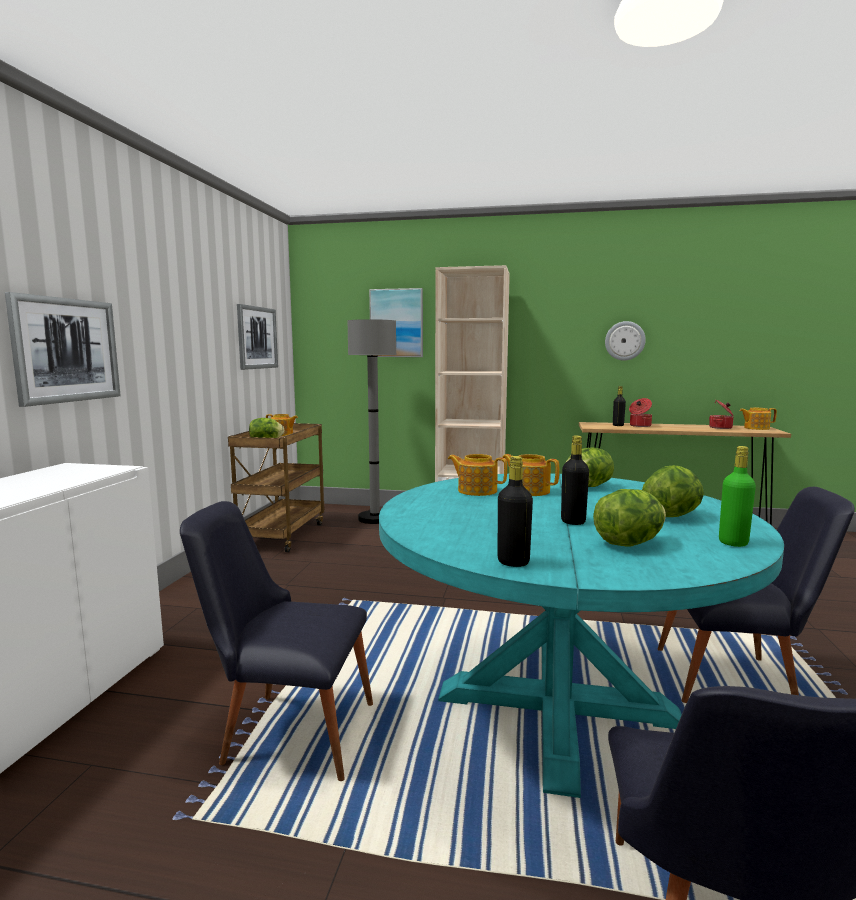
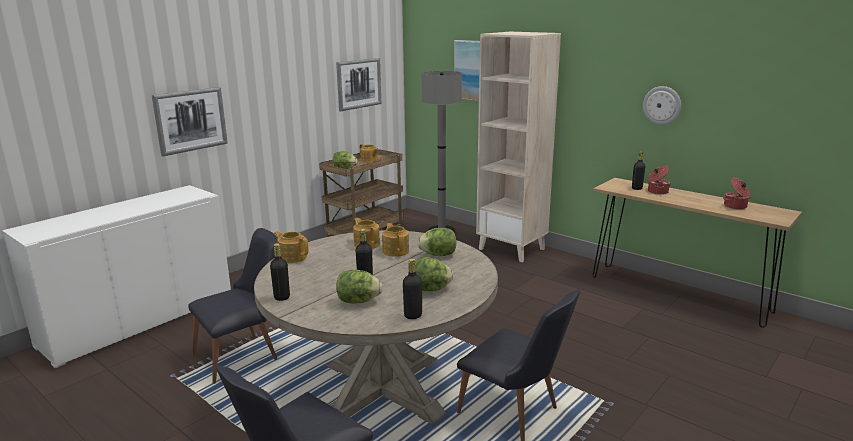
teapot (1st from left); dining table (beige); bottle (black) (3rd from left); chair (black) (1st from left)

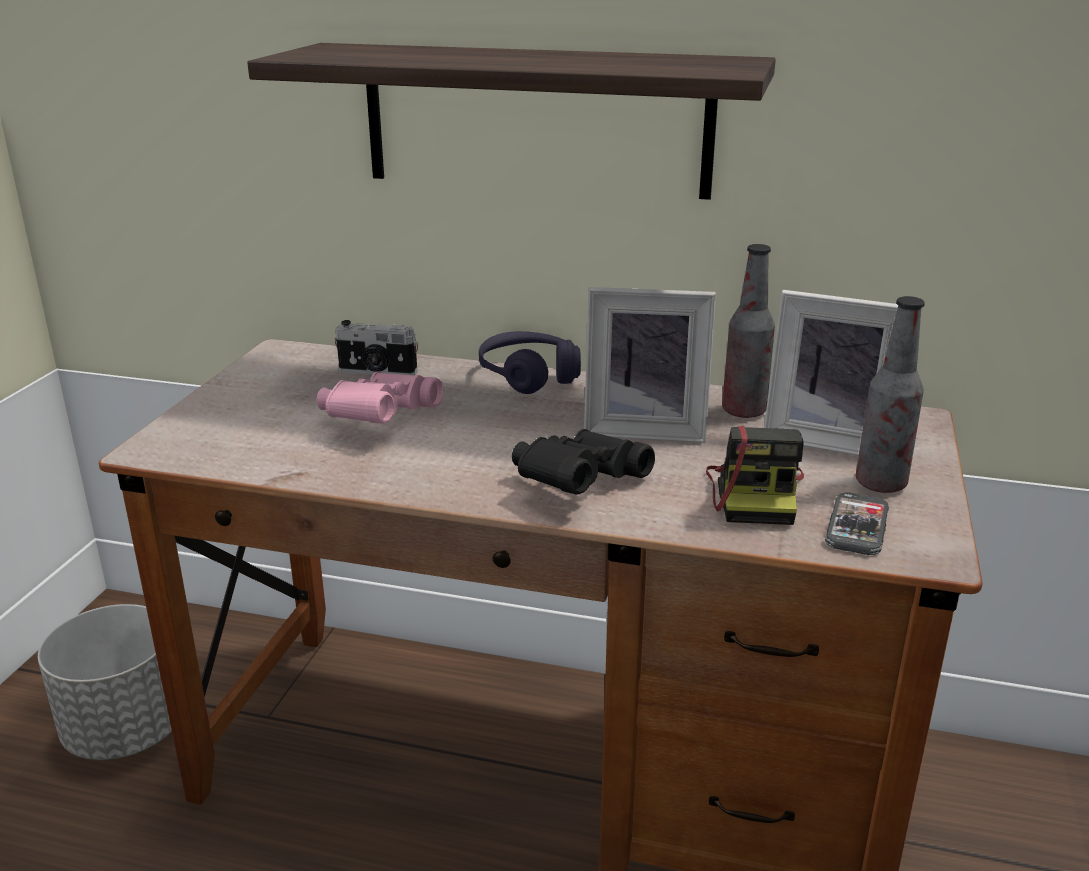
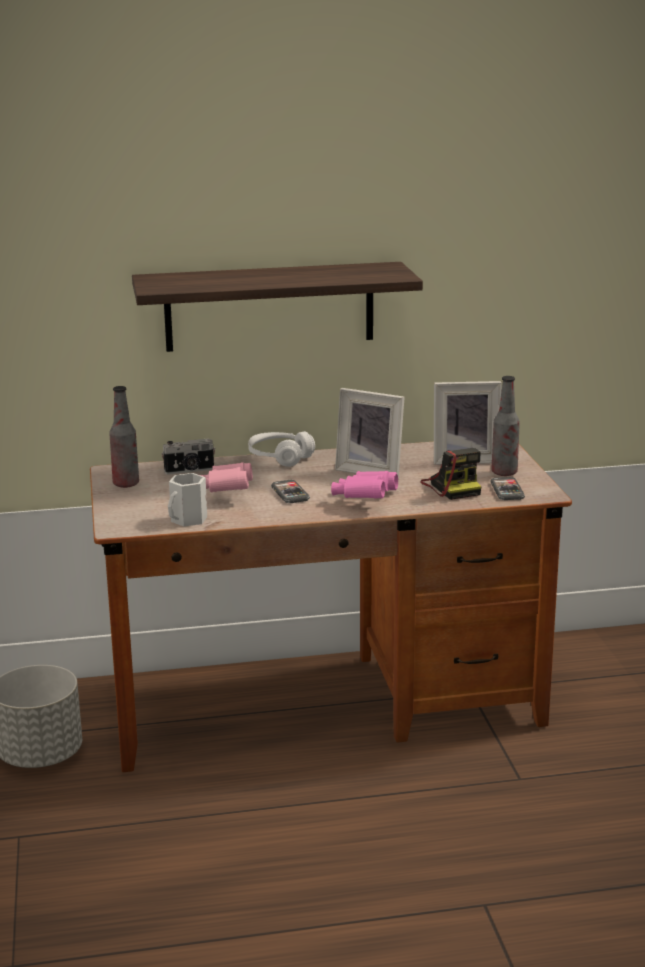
mug (white); phone (1st from left); bottle (1st from left); headphones (white); binoculars (pink) (2nd from left); picture frame (1st from left)

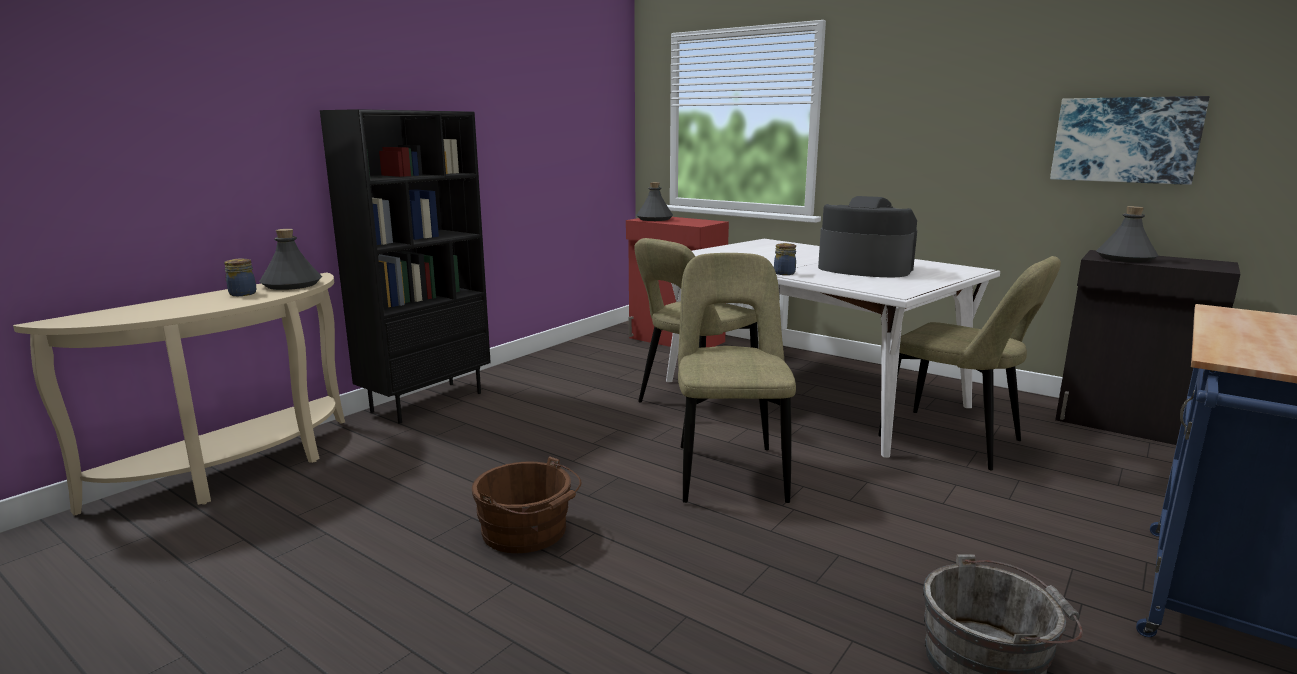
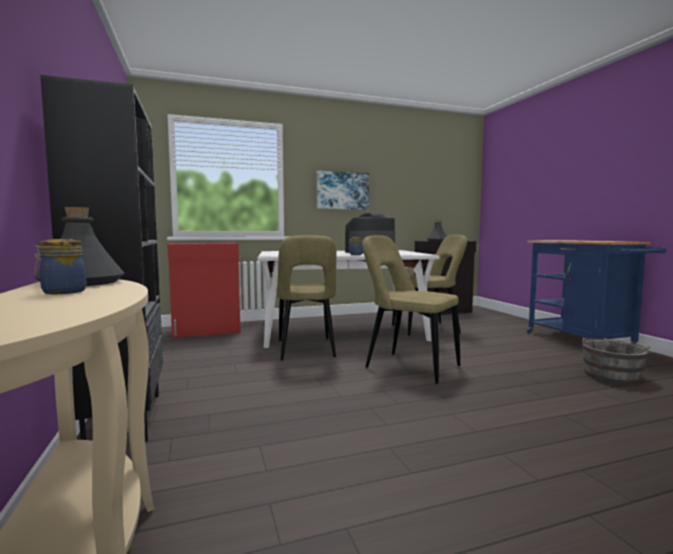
bucket (brown); bottle (grey) (2nd from left in the first image); picture

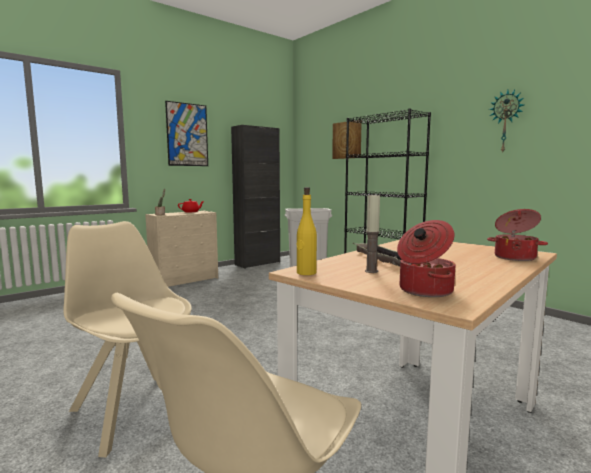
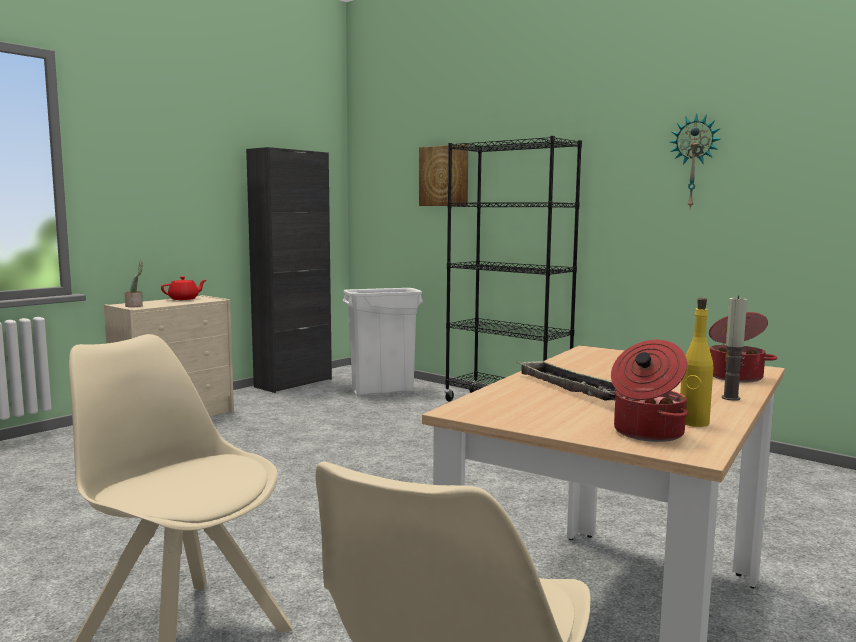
picture (1st from left in the first image); bottle (yellow); candle

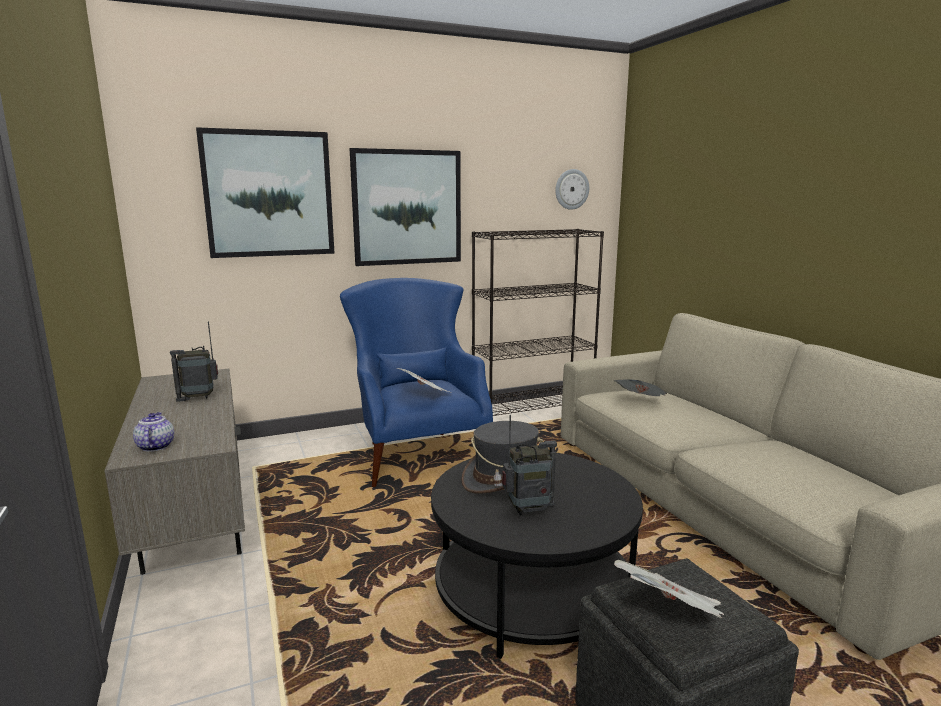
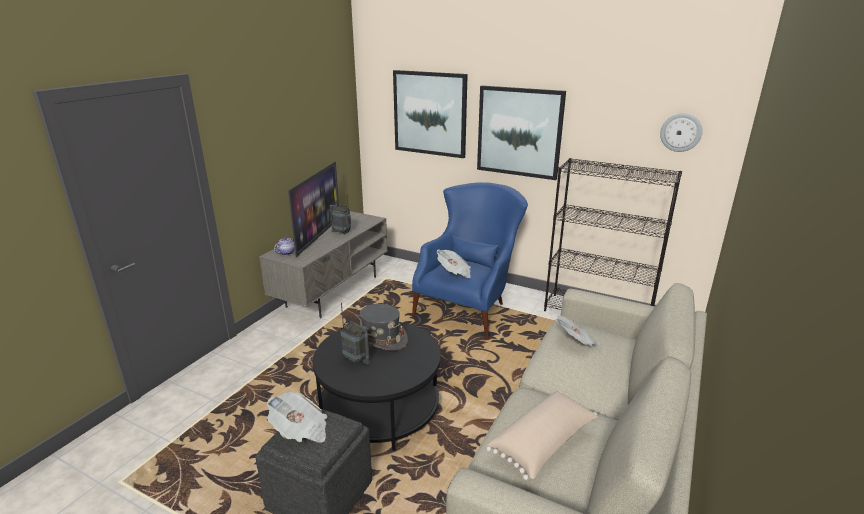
television; pillow (beige)

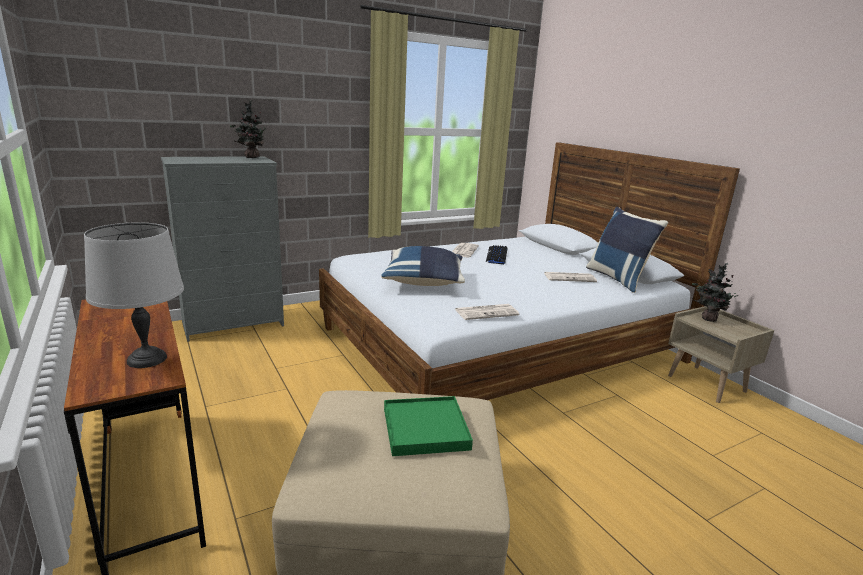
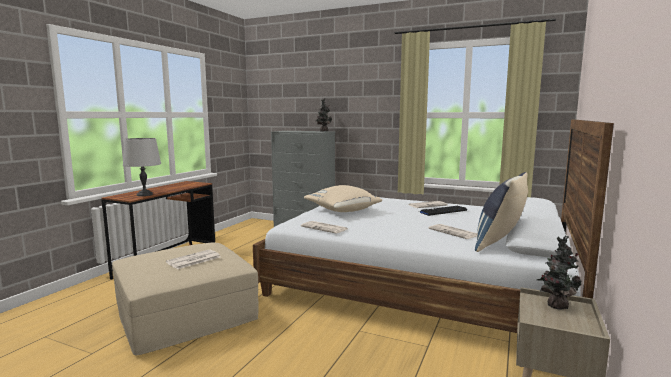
newspaper (1st from left); pillow (beige)

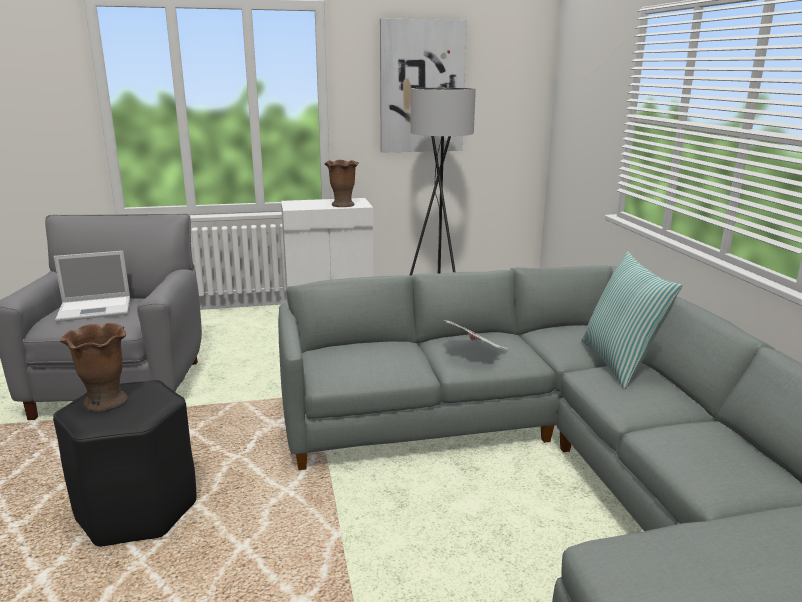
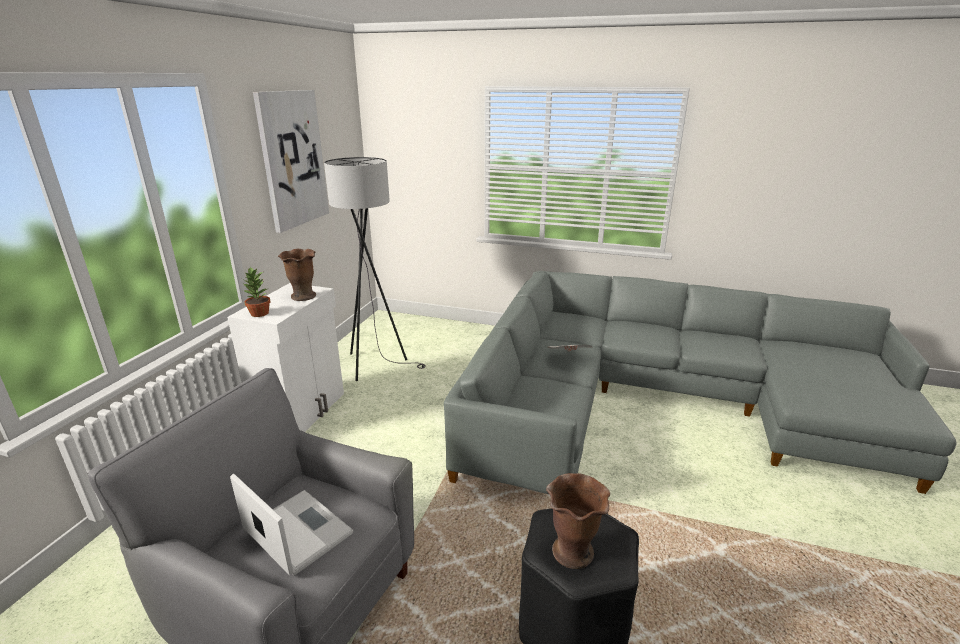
pillow; potted plant; laptop

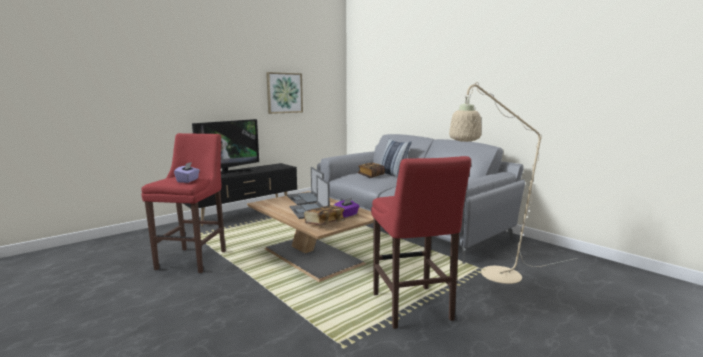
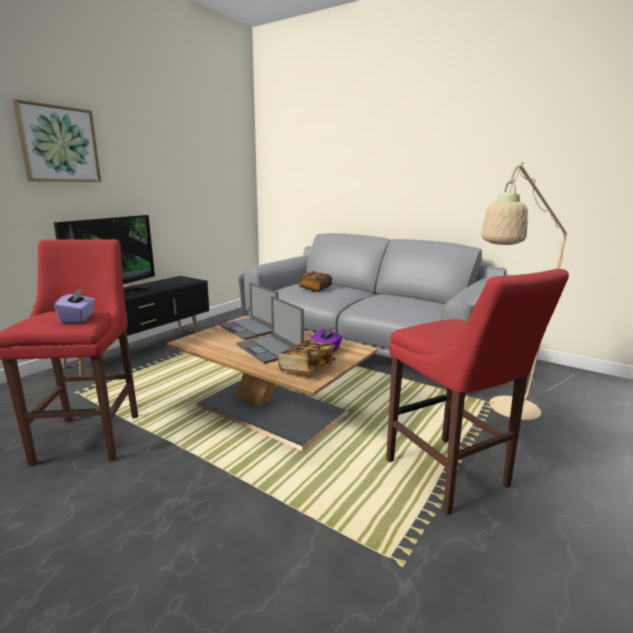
pillow; picture

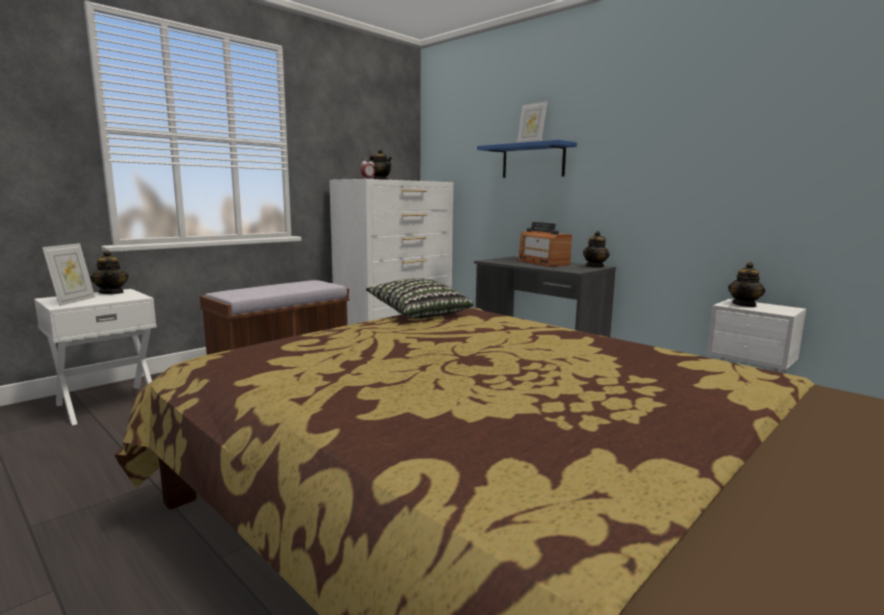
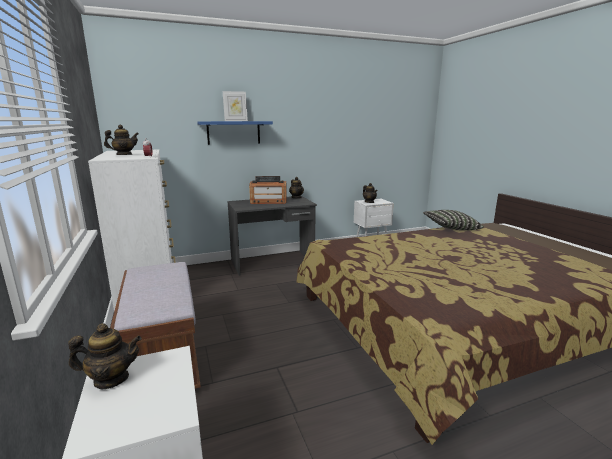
picture frame (1st from left in the first image); pillow

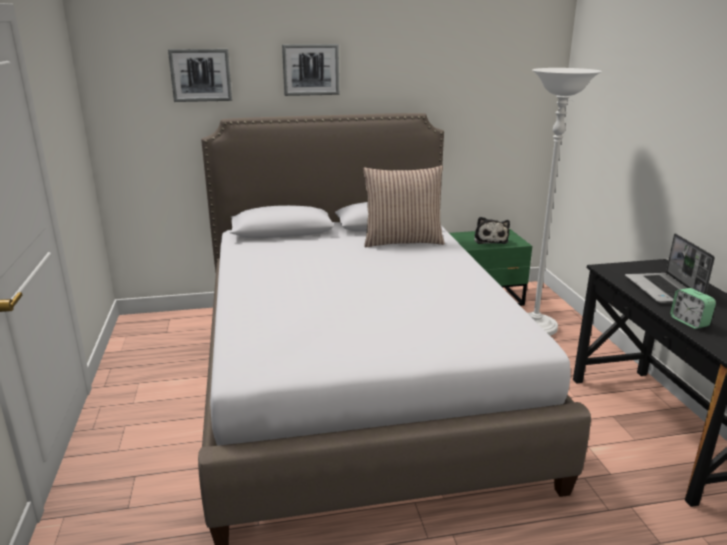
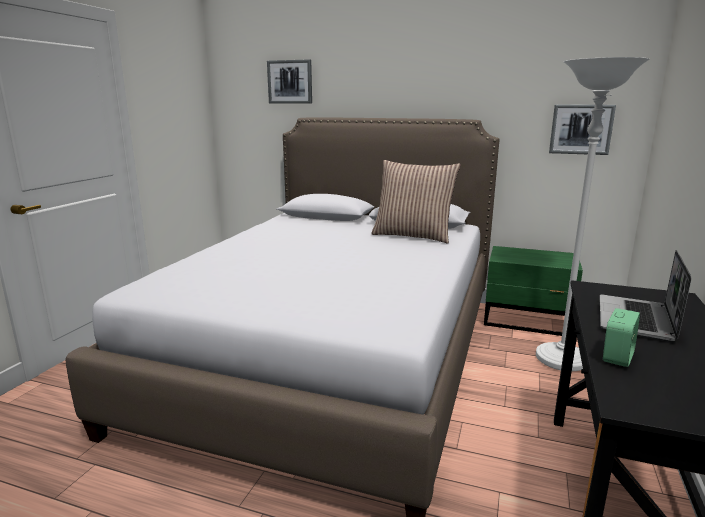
plush toy; picture (2nd from left); alarm clock

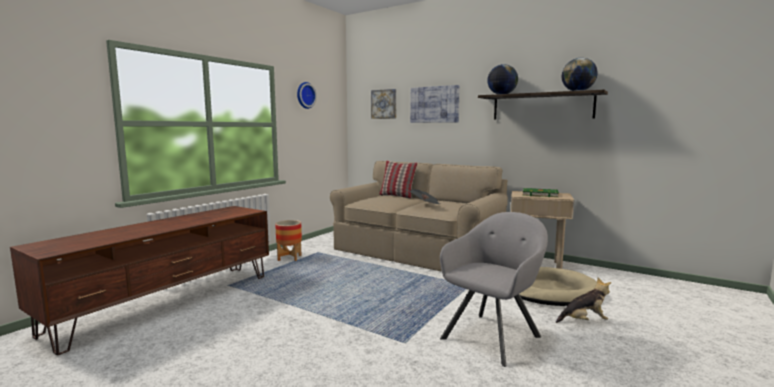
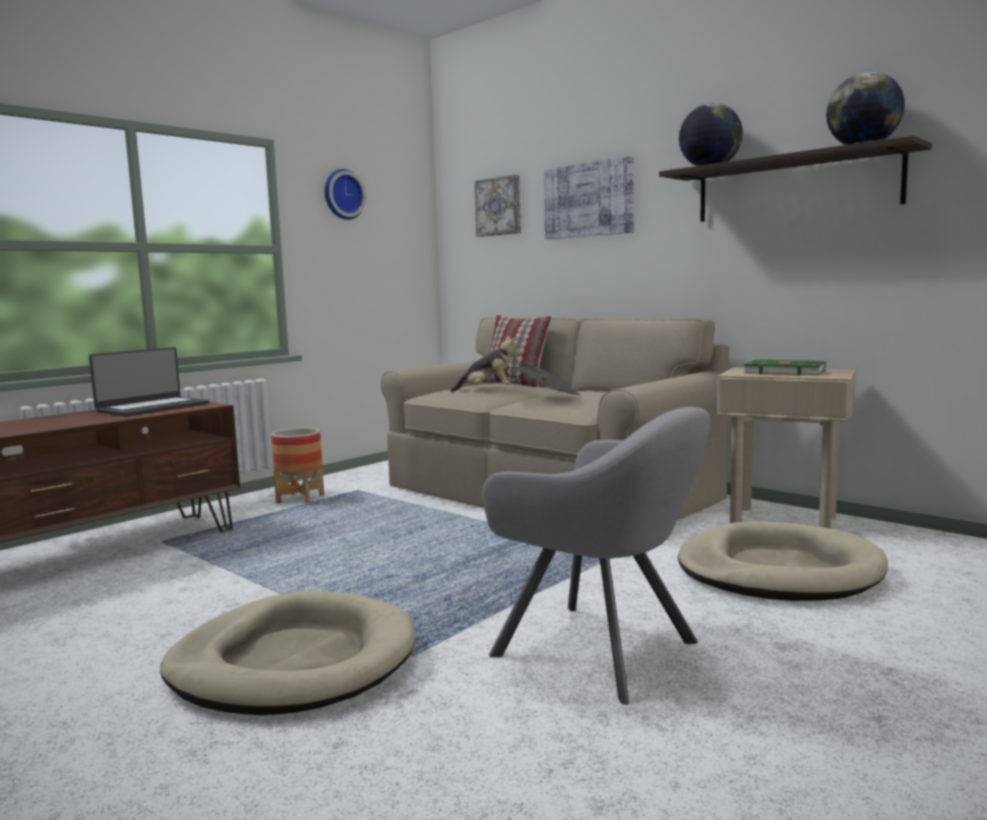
laptop; dog bed (beige) (1st from left); plush toy; armchair (grey)

